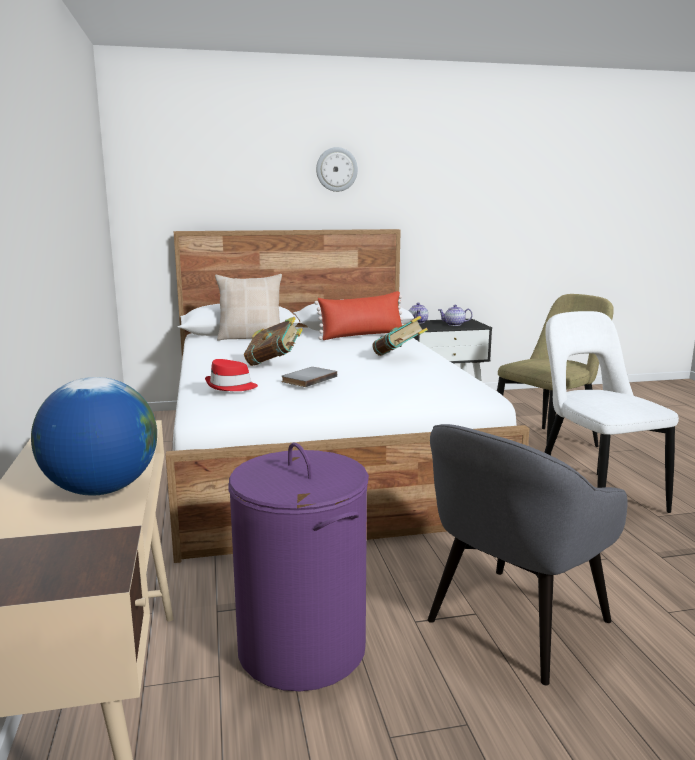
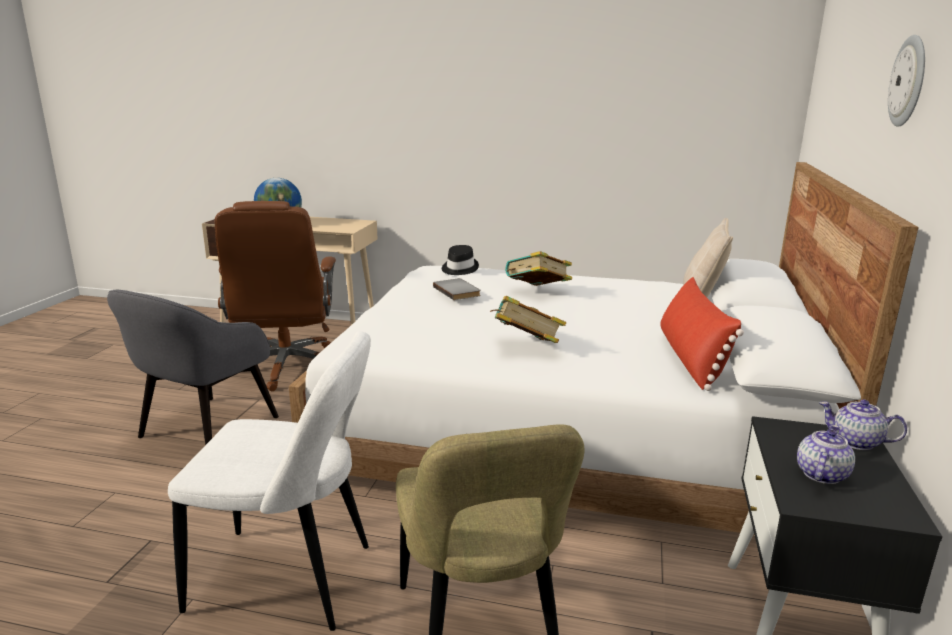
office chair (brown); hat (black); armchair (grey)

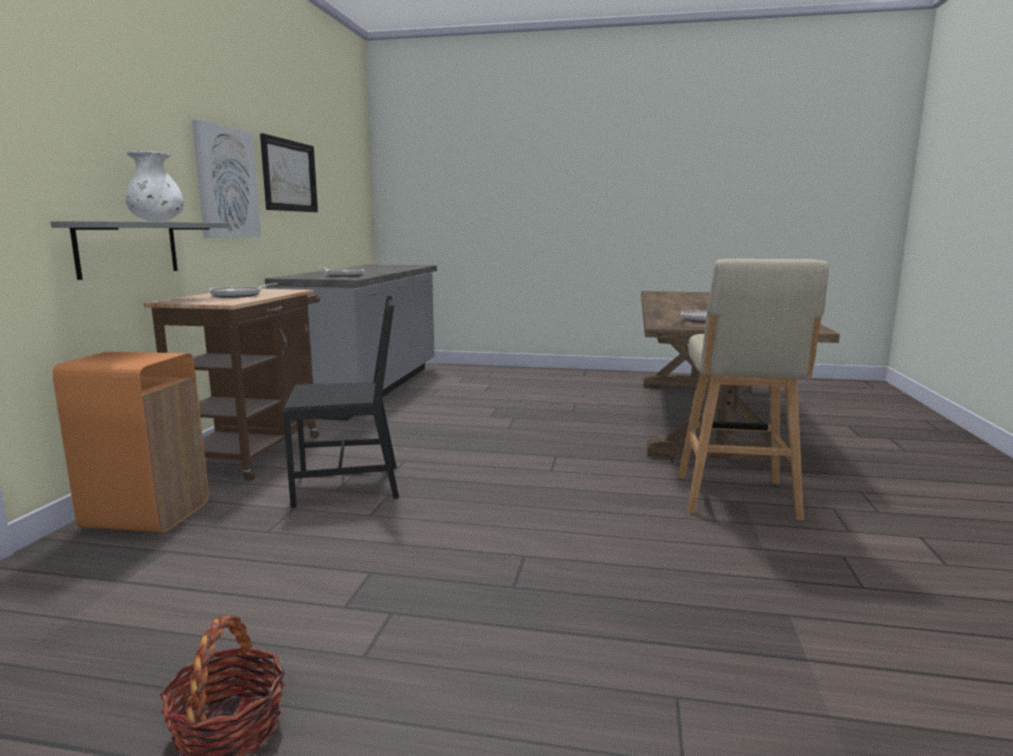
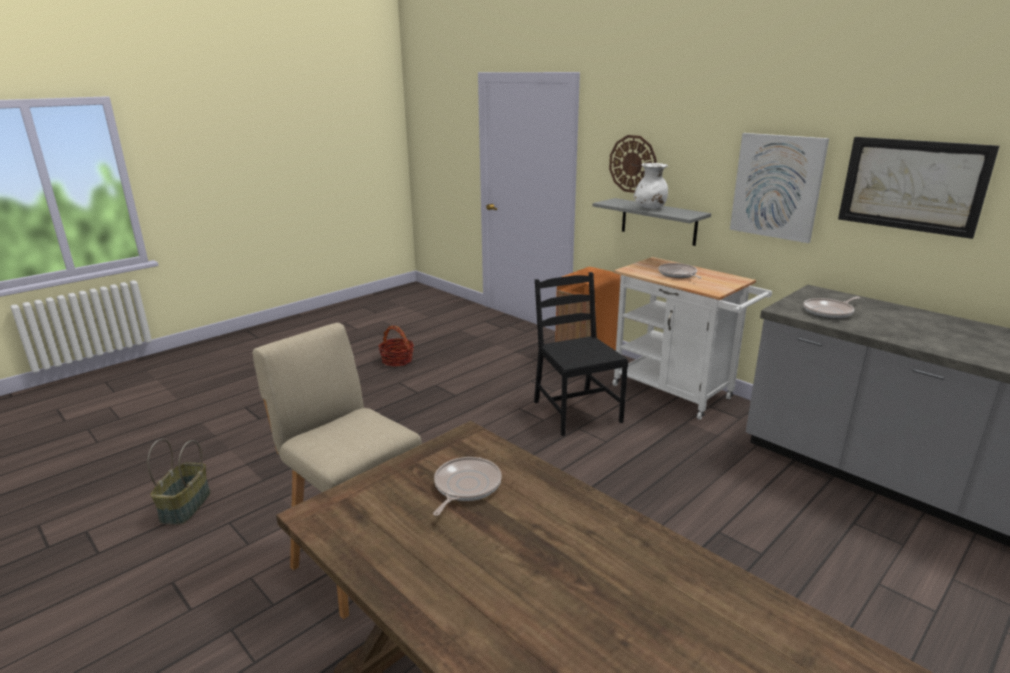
basket (1st from left); wall clock; cart (white); chair (black)

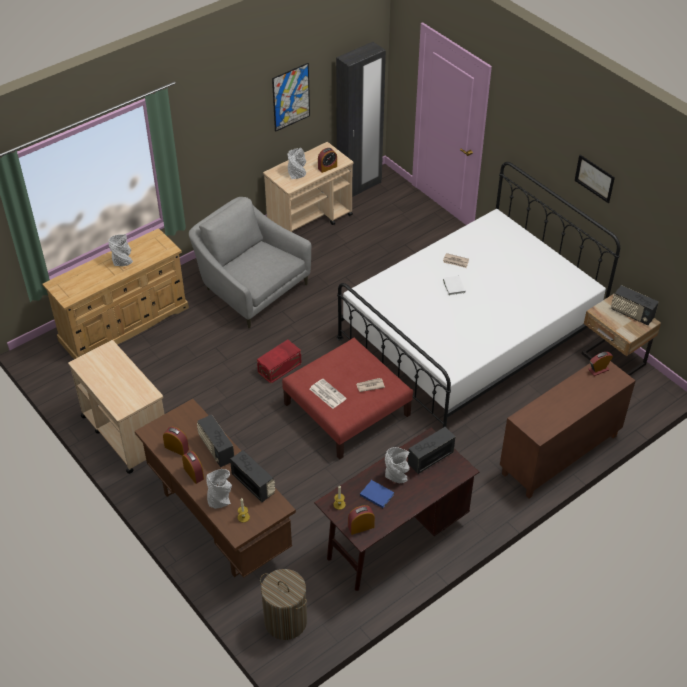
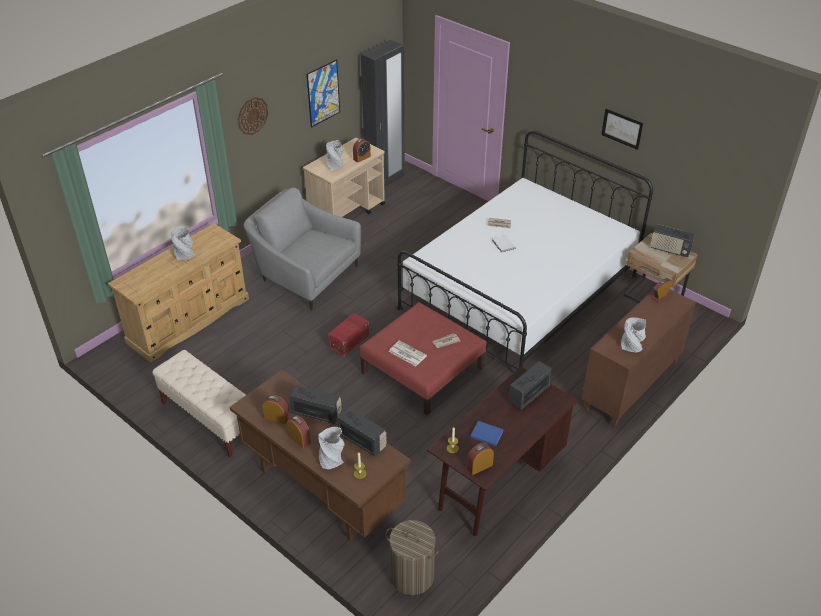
wall clock; vase (grey) (4th from left); bench (beige); radio (1st from left)

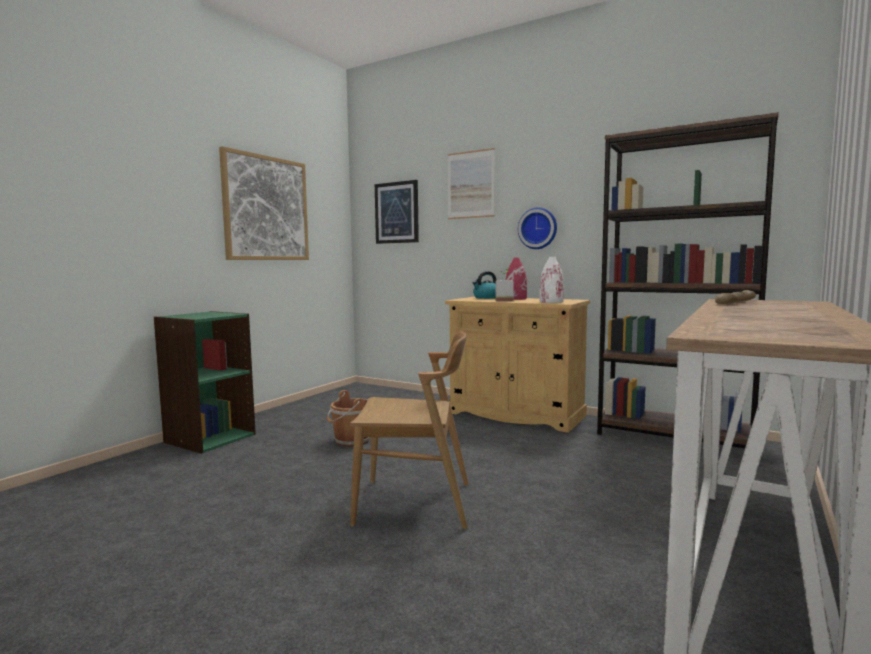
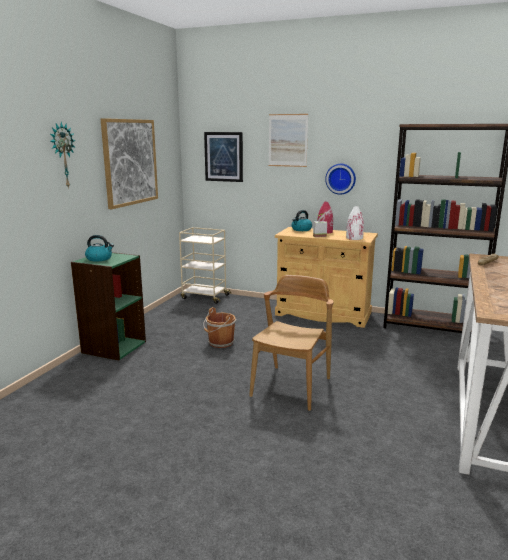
wall clock (1st from left); kettle (1st from left); cart (beige); chair (brown)

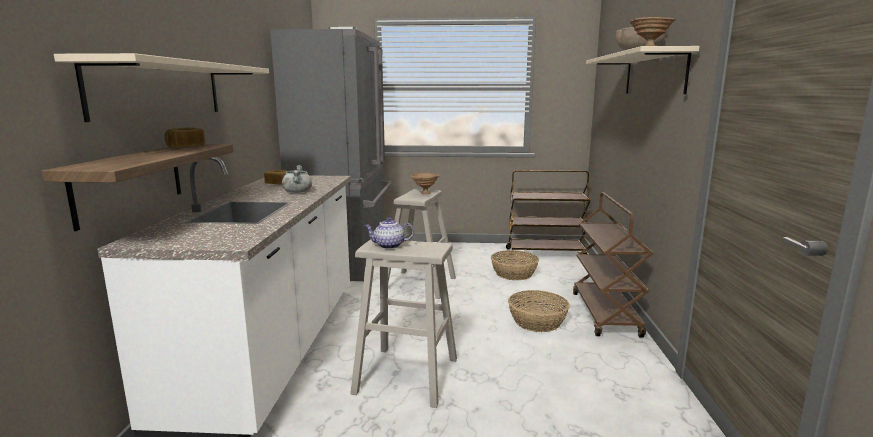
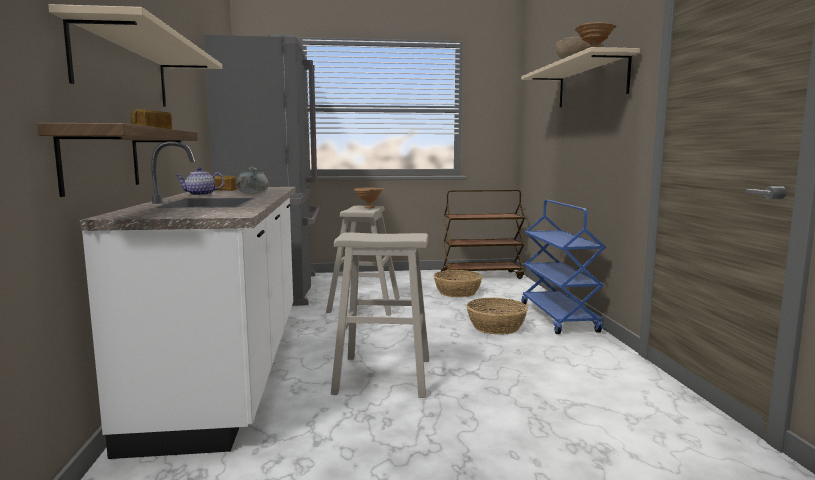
teapot; cart (blue)

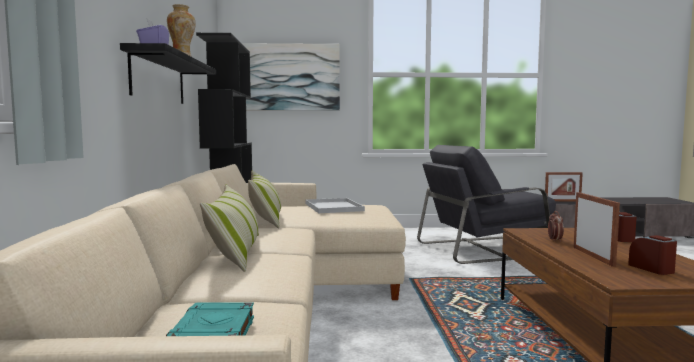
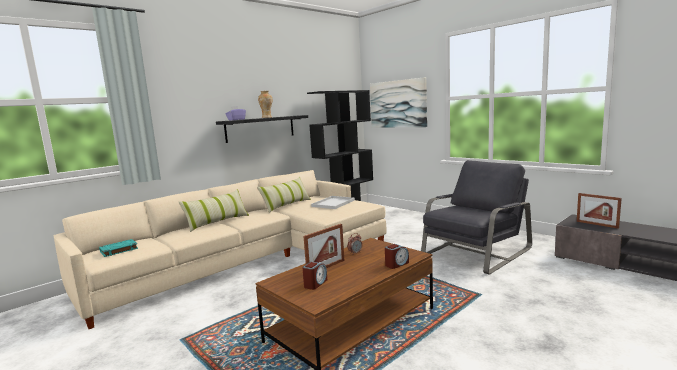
armchair (grey)

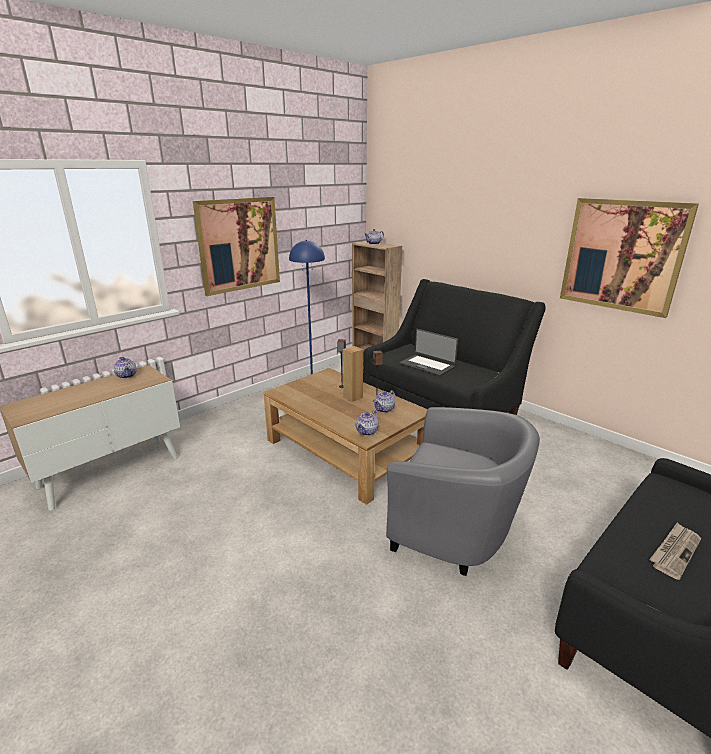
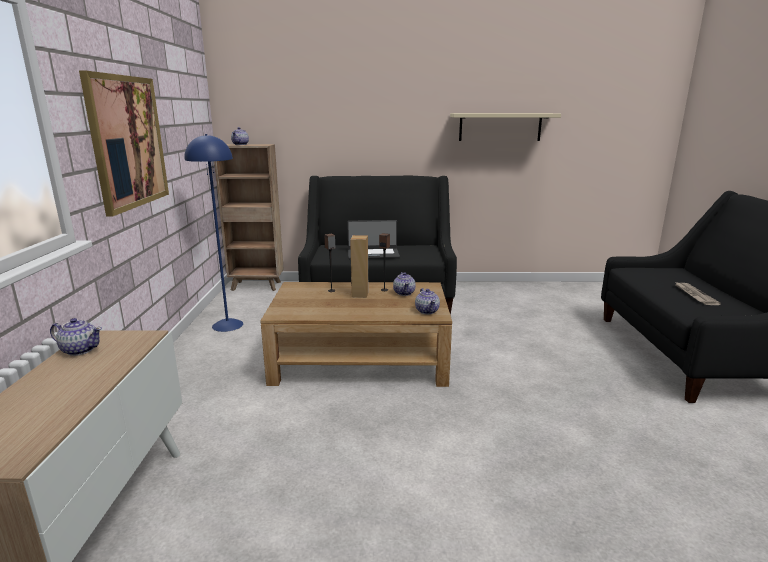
armchair (grey); shelf (beige)

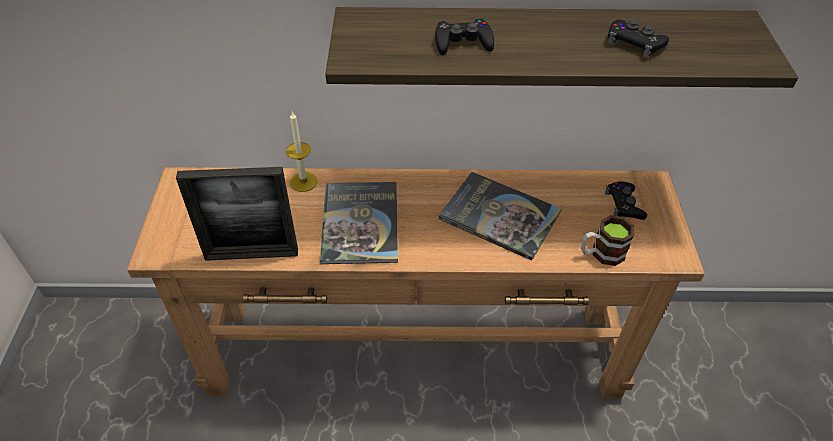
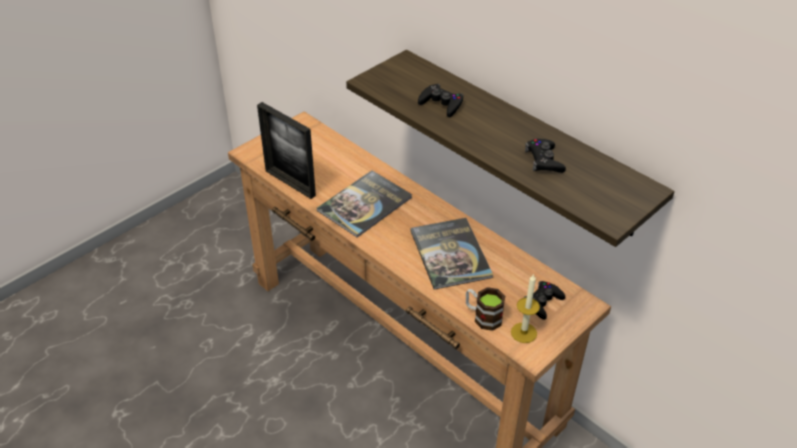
candle

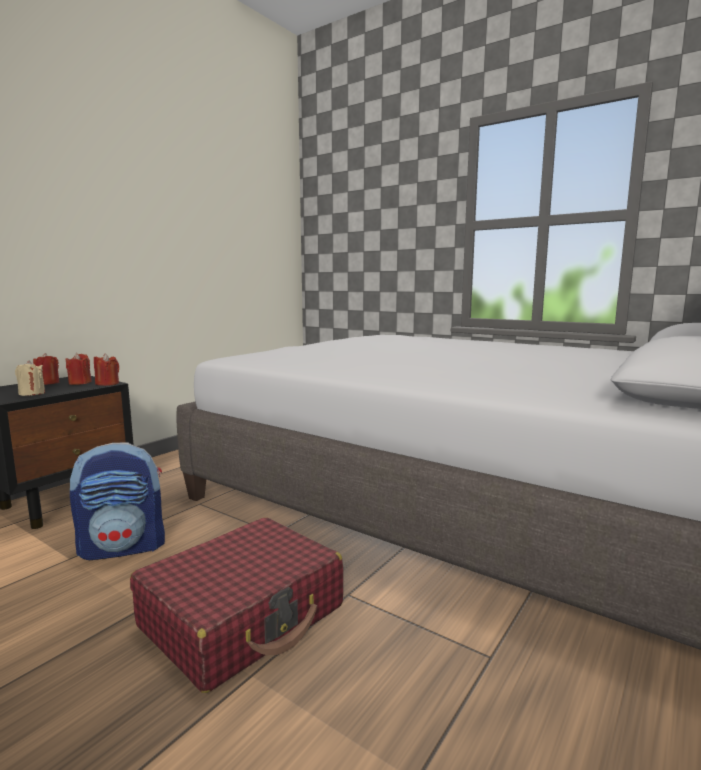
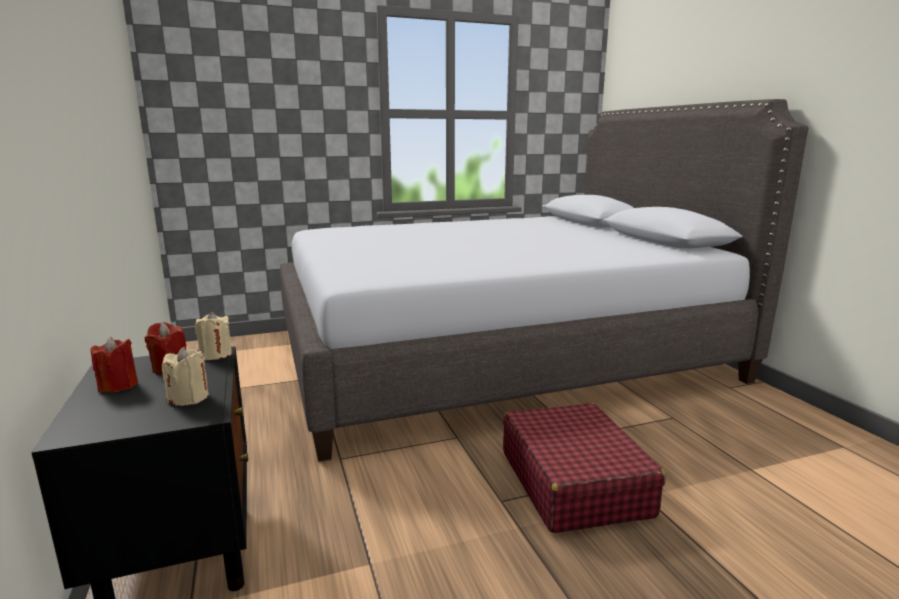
backpack; candle (beige) (2nd from left)

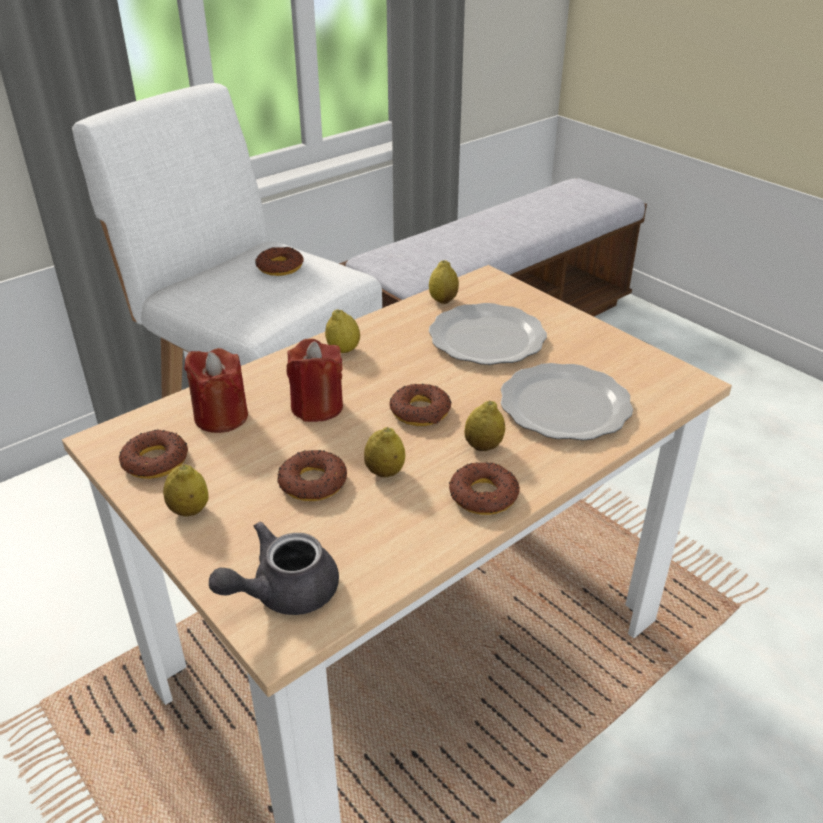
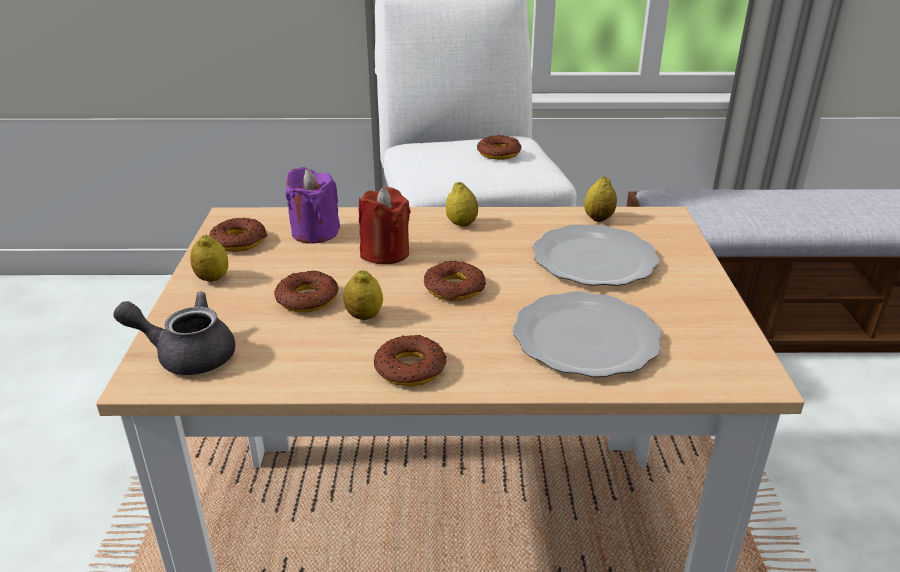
lemon (5th from left in the first image); candle (purple)

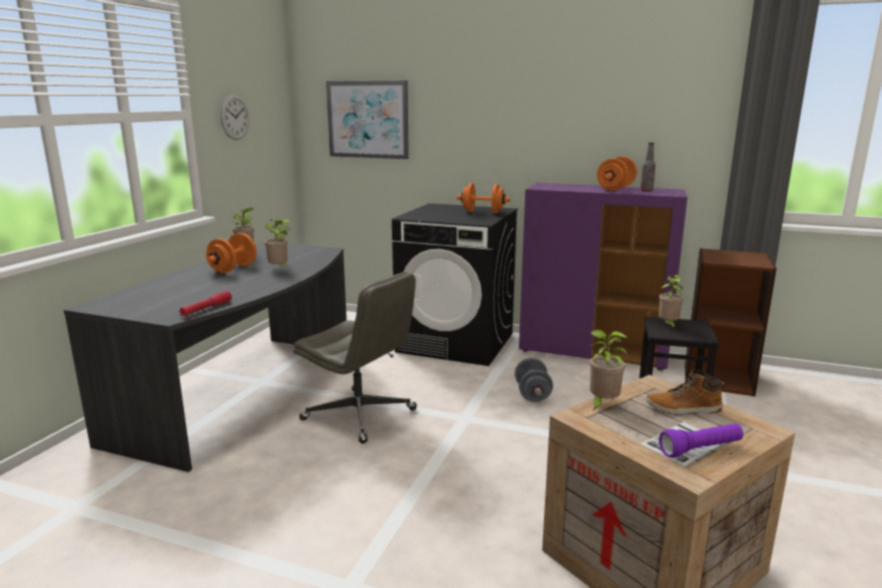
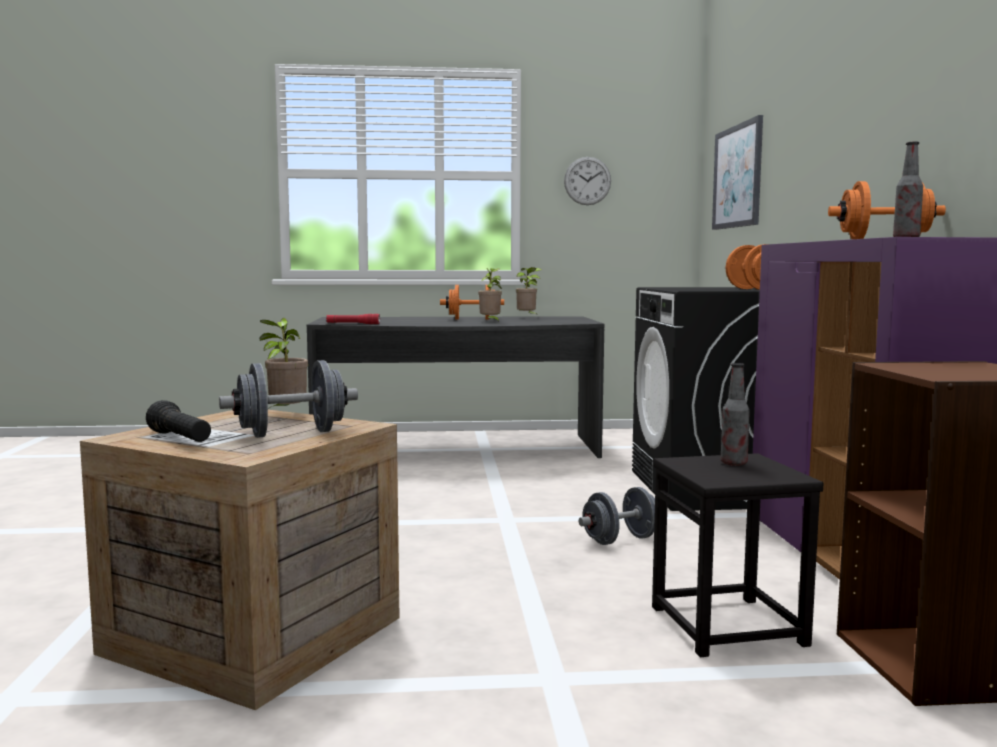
office chair (grey); dumbbell (grey) (1st from left); bottle (1st from left); flashlight (black)

